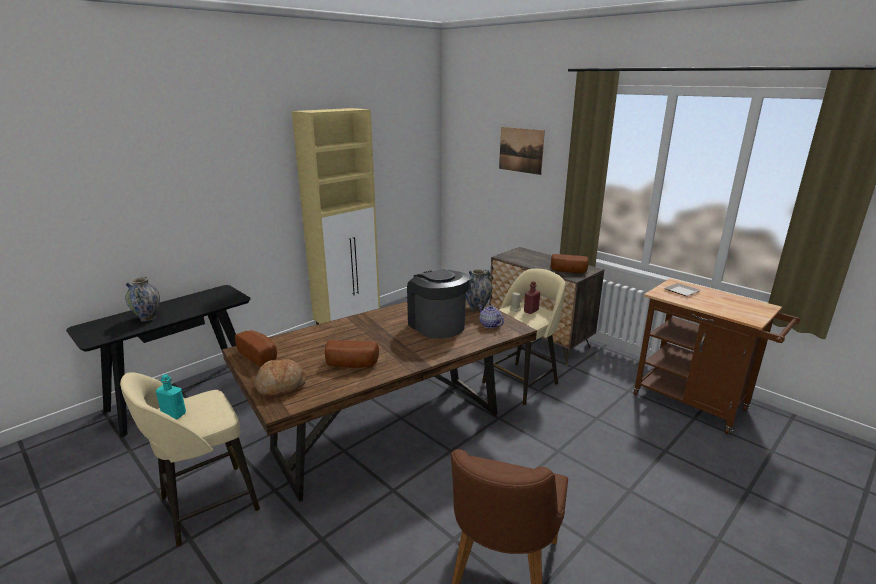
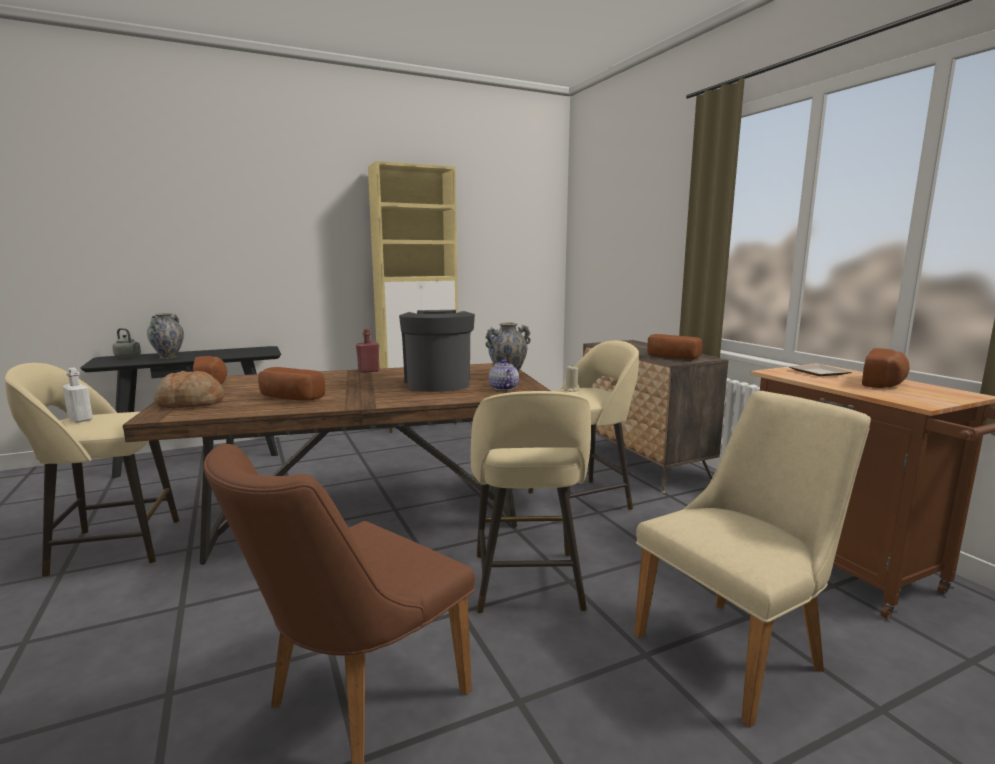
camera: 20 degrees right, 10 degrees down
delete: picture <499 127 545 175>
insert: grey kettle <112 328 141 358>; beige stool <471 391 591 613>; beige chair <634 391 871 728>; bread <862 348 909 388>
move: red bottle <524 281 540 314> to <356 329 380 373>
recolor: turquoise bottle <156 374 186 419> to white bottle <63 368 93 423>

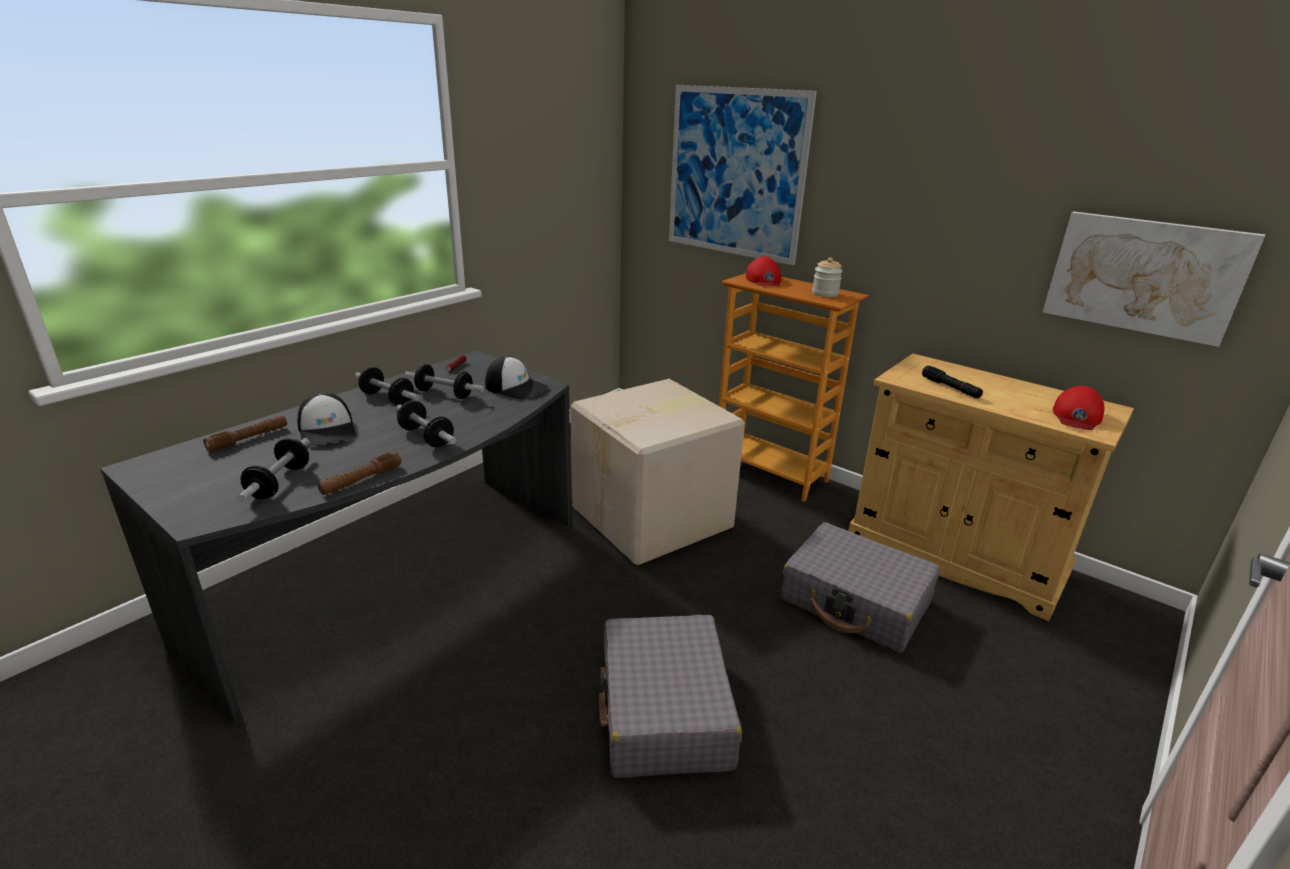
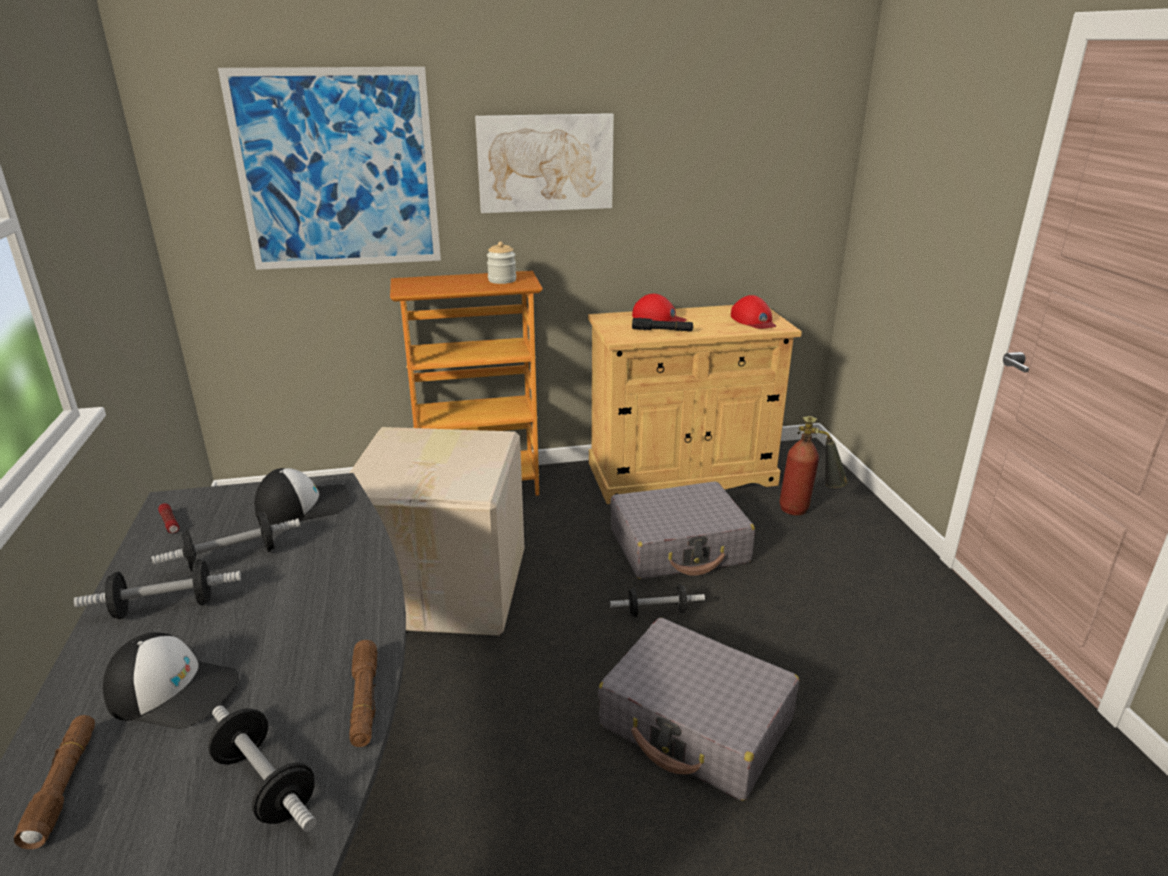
camera: 50 degrees left, 0 degrees up
insert: fire extinguisher <779 416 849 516>
move: dumbbell <396 401 456 447> to <610 584 705 618>; red cap <746 256 781 286> to <632 294 687 322>; picture <1043 211 1265 347> to <475 113 614 213>

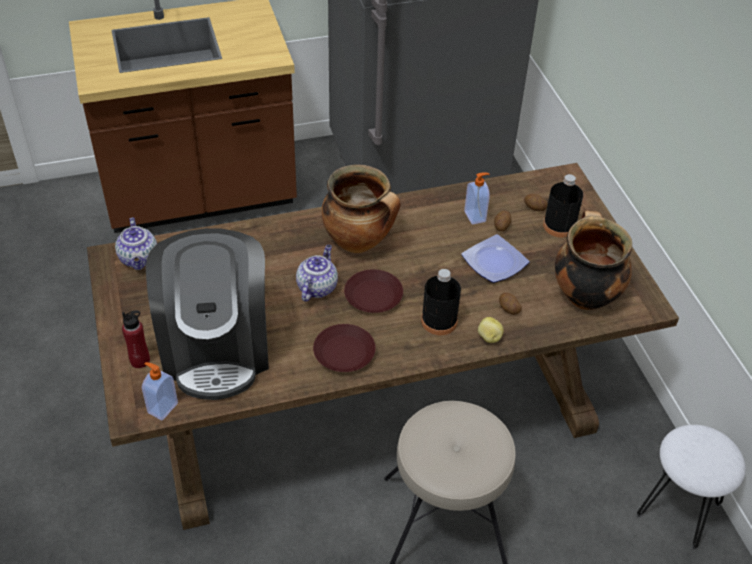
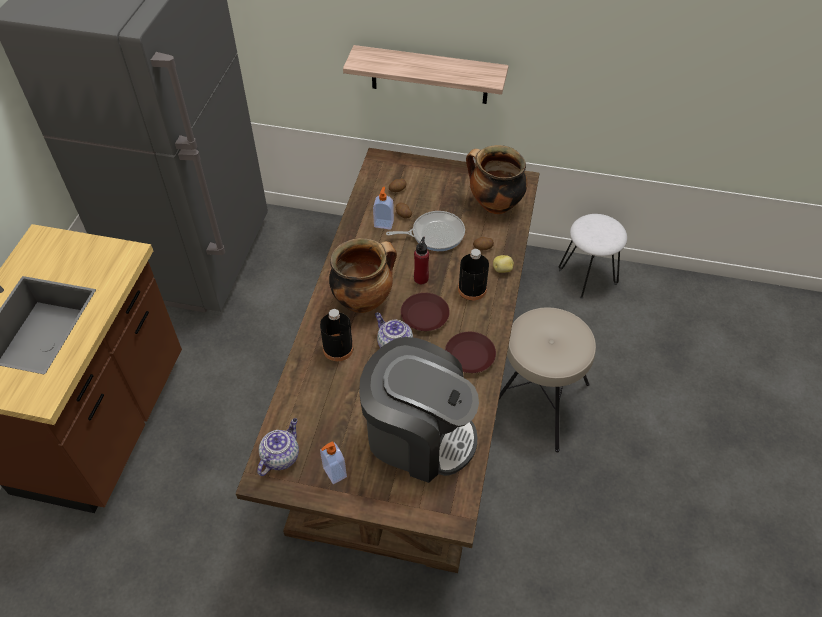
camera: 60 degrees left, 5 degrees up
insert: shelf <343 45 508 104>
move: red bottle <122 311 150 368> to <414 237 429 284>; soap dispenser <142 362 178 420> to <320 441 347 484>; black bottle <543 174 583 238> to <320 309 354 361>
replace: plate <461 234 529 283> to frying pan <386 211 465 251>
rotate: teapot <115 218 157 270> = <257 418 299 476> 75 degrees counterclockwise

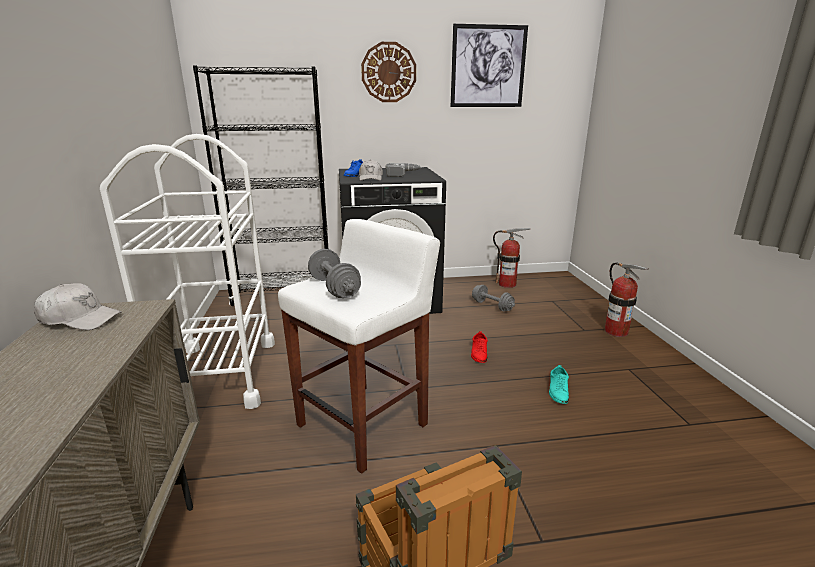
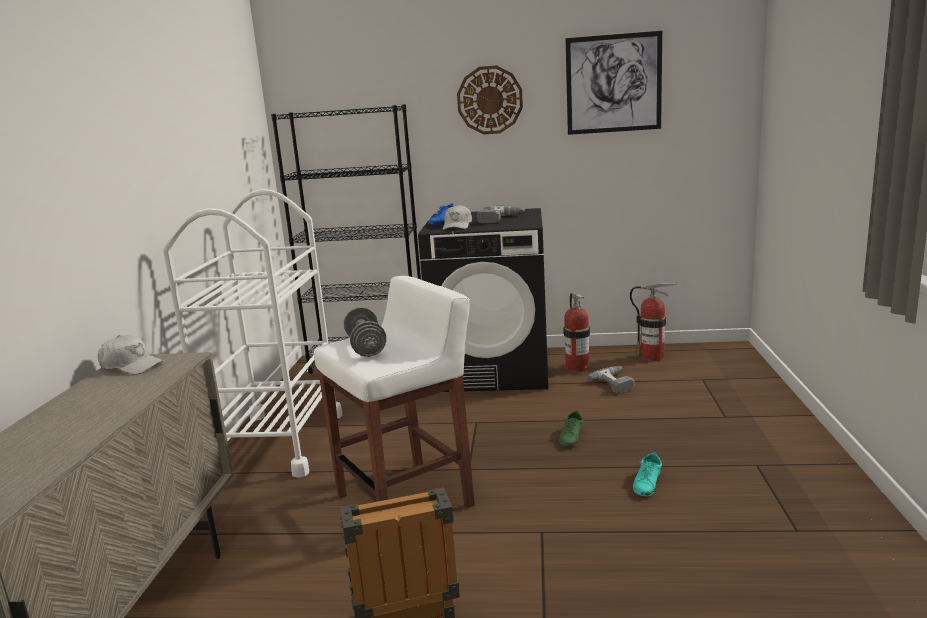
camera: 15 degrees right, 5 degrees down
move: fire extinguisher <605 262 649 337> to <563 293 590 372>
replace: grey dumbbell <472 285 515 311> to power drill <588 366 634 394>
recolor: red shoe <471 331 488 363> to green shoe <559 410 583 447>

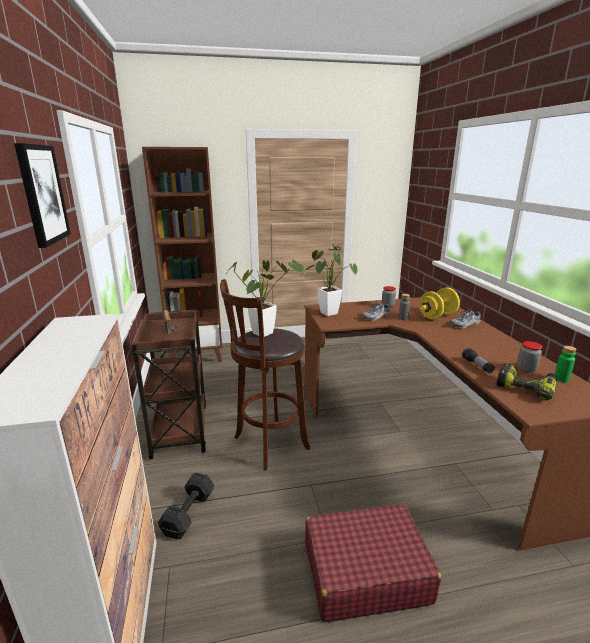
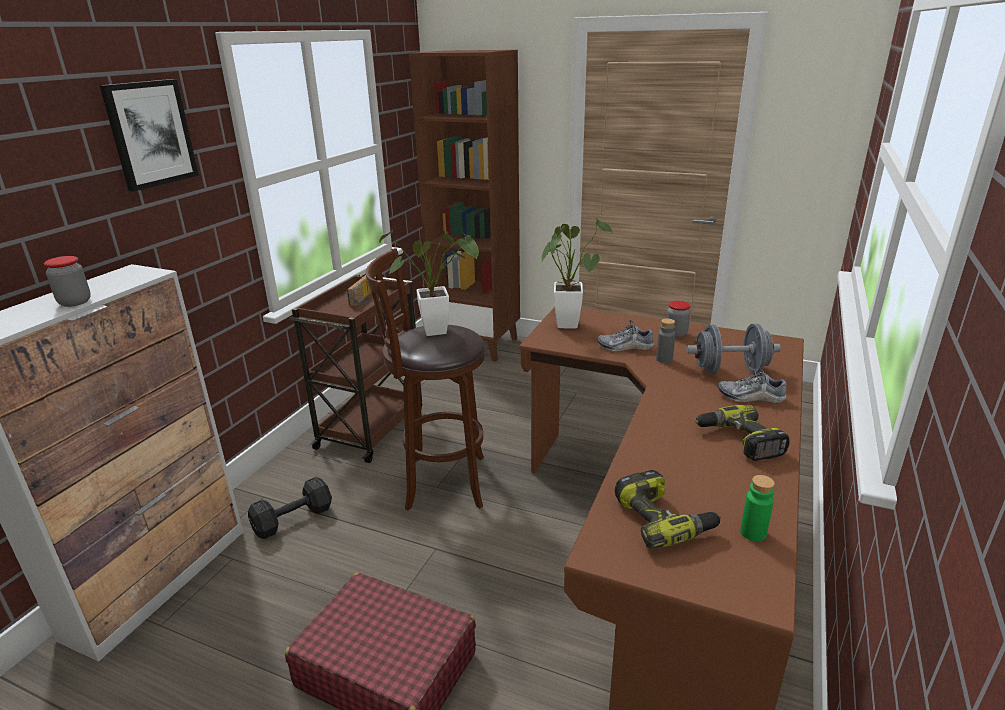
camera: 35 degrees right, 5 degrees up
delete: flashlight <462 348 495 373>
insert: power drill <695 405 790 461>
move: jar <517 341 542 373> to <44 256 91 307>
recolor: yellow dumbbell <419 287 460 320> to grey dumbbell <686 324 781 374>

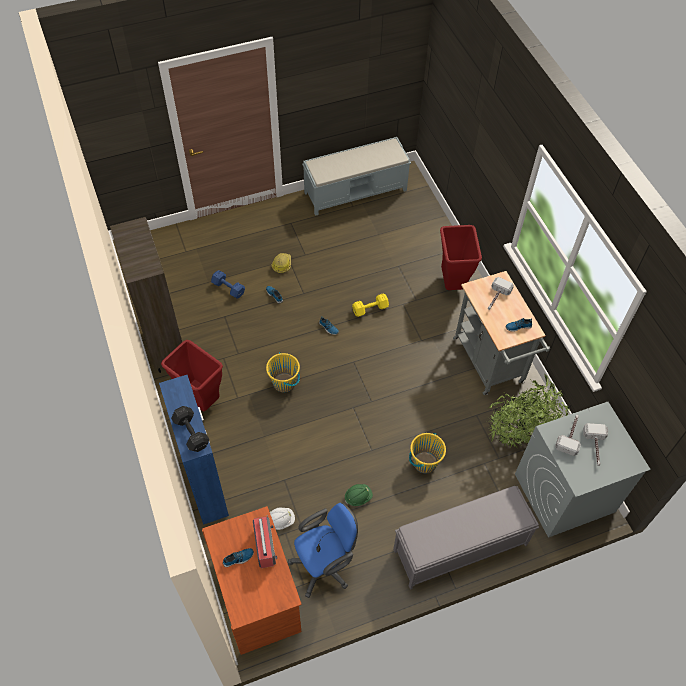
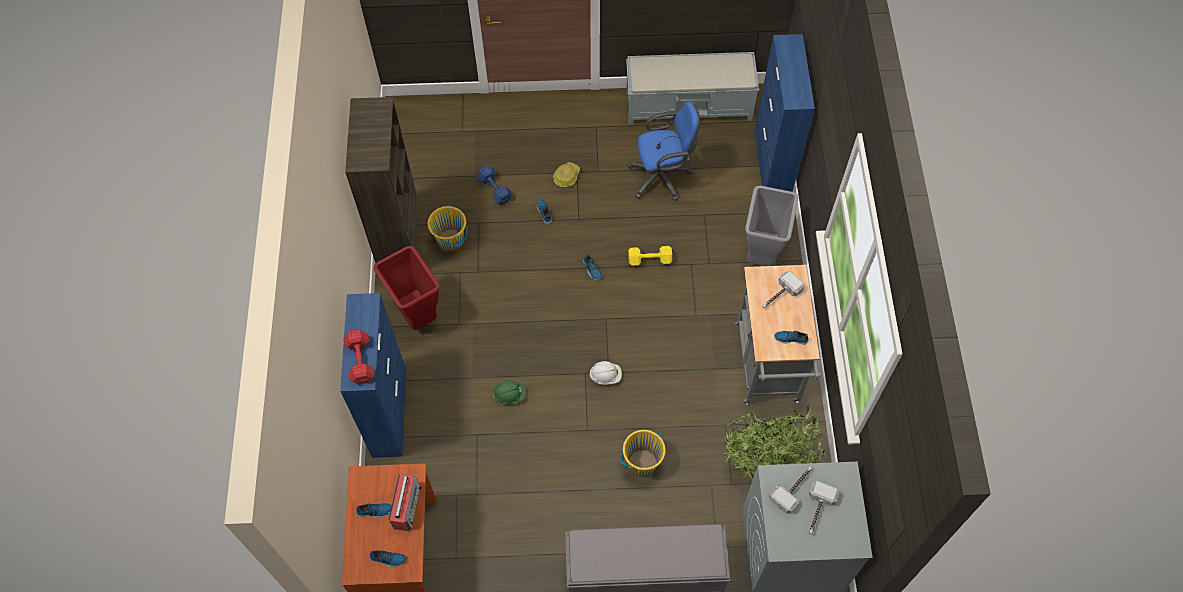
camera: 20 degrees right, 5 degrees up
insert: shoe <370 550 406 567>; blue cabinet <755 34 815 192>
move: yellow bucket <266 352 300 393> to <428 205 468 252>; white hard hat <270 508 295 530> to <589 361 622 385>; blue office chair <288 503 358 598> to <628 102 700 201>; green hard hat <345 484 373 506> to <493 381 526 405>
recolor: black dumbbell <171 406 209 452> to red dumbbell <343 329 375 385>; red trash can <440 225 482 290> to grey trash can <745 186 798 266>

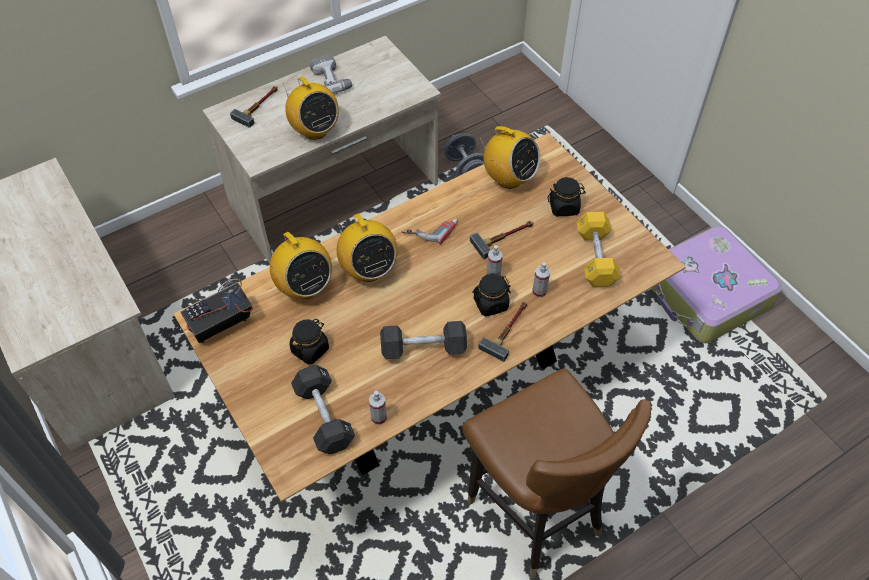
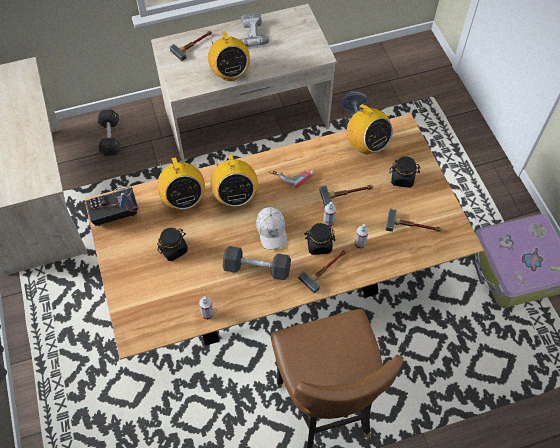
camera: 15 degrees right, 5 degrees up
insert: white cap <256 207 287 250>
move: black dumbbell <291 365 355 454> to <98 109 120 156>
replace: yellow dumbbell <576 212 621 287> to hammer <385 209 442 232>

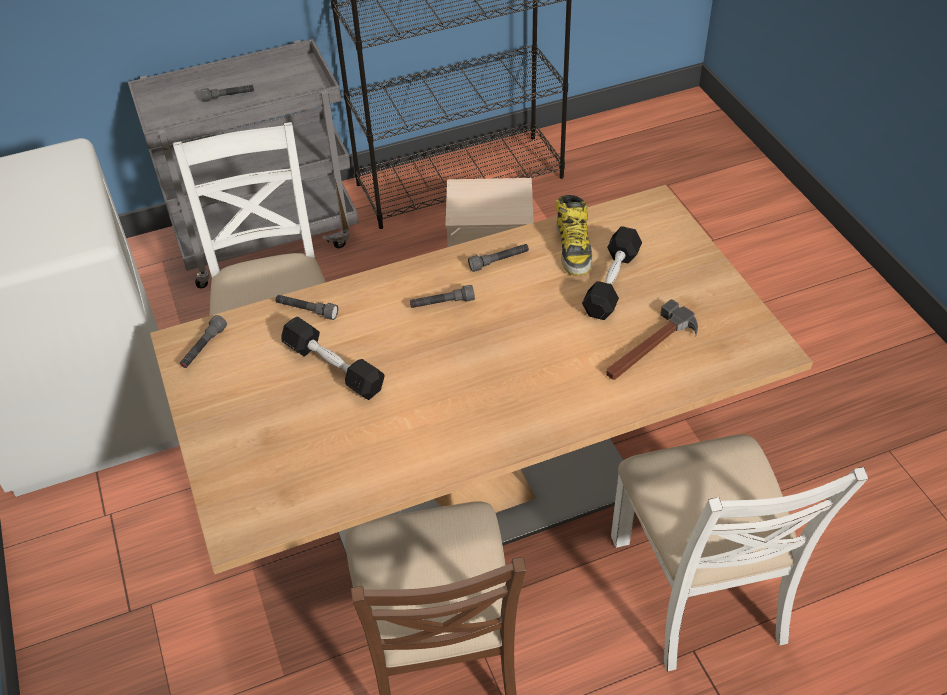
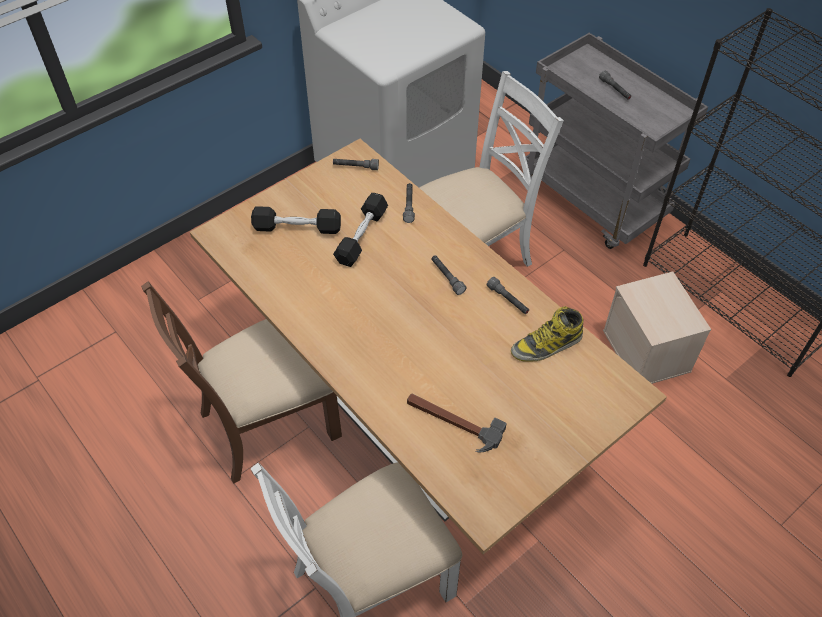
camera: 70 degrees right, 5 degrees up
move: black dumbbell <582 226 642 320> to <251 206 341 234>

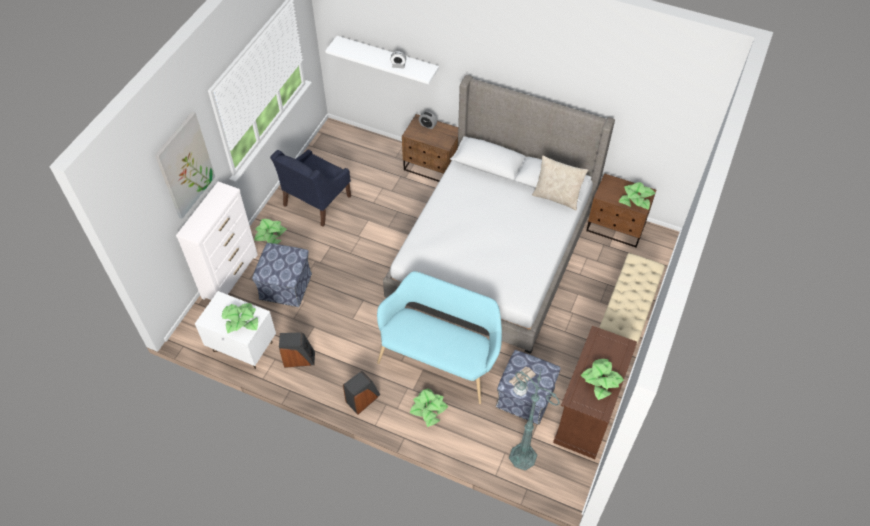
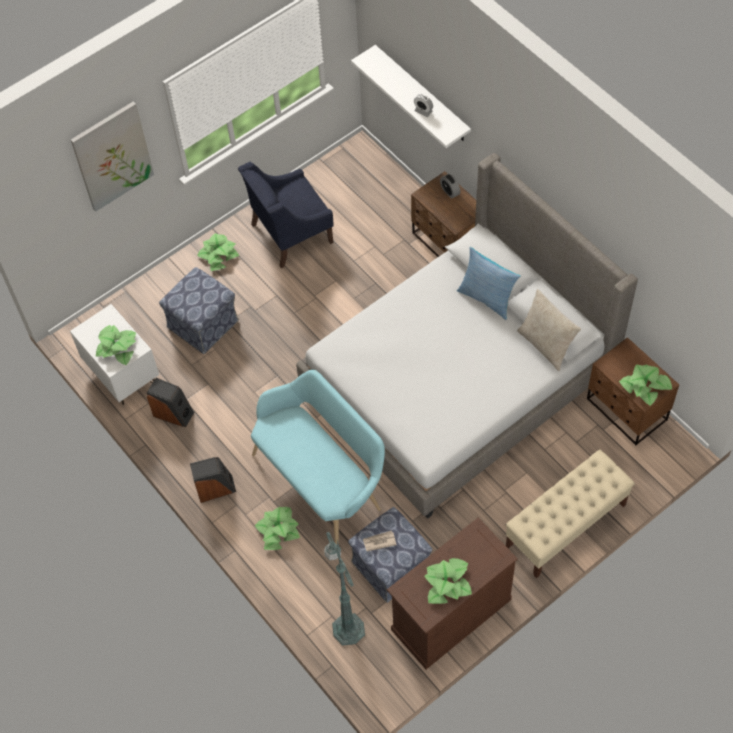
camera: 30 degrees right, 5 degrees up
delete: white dresser <176 181 258 300>
insert: pillow <457 247 520 320>

